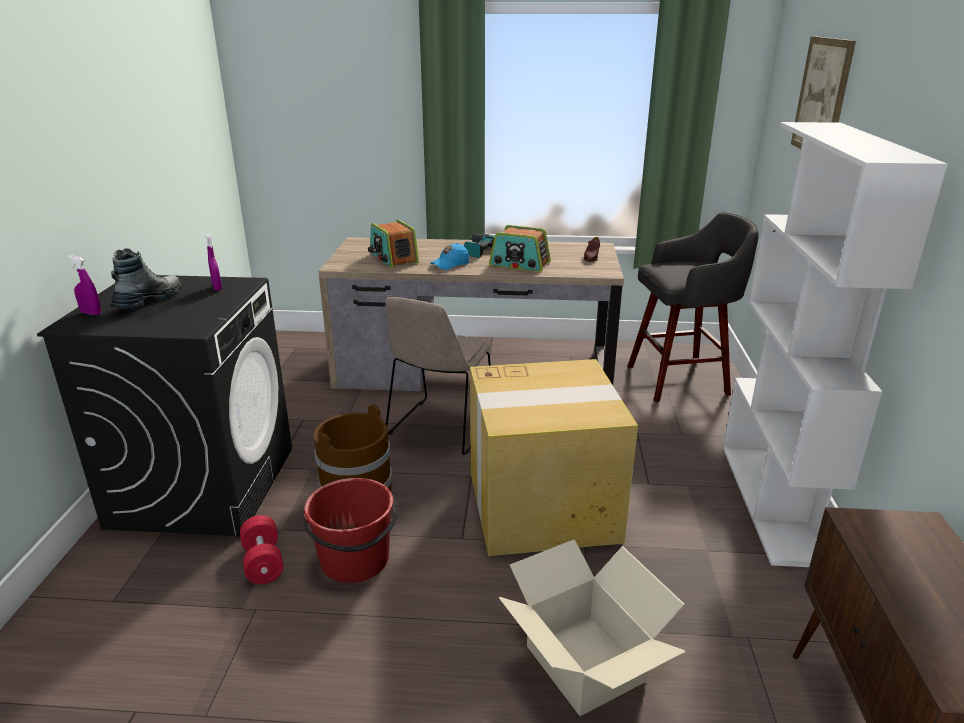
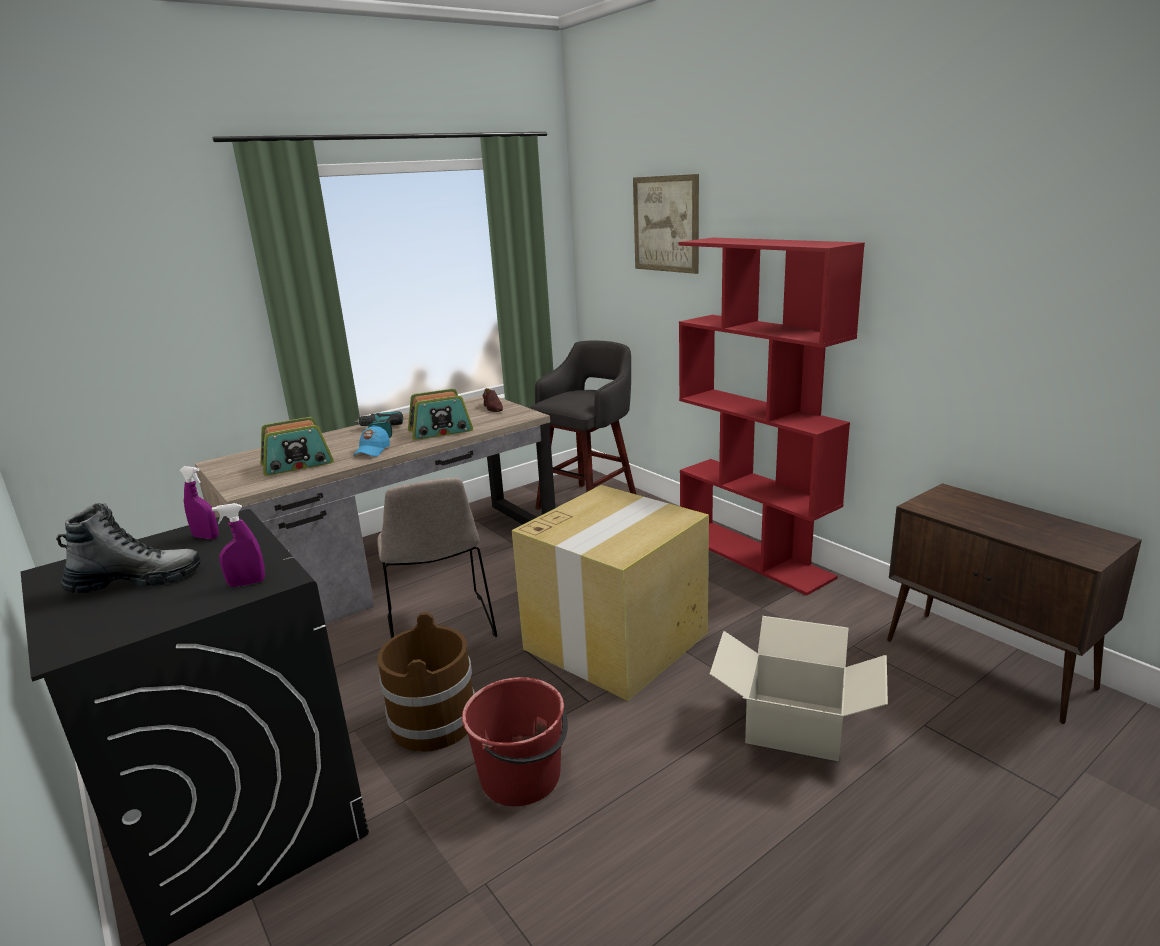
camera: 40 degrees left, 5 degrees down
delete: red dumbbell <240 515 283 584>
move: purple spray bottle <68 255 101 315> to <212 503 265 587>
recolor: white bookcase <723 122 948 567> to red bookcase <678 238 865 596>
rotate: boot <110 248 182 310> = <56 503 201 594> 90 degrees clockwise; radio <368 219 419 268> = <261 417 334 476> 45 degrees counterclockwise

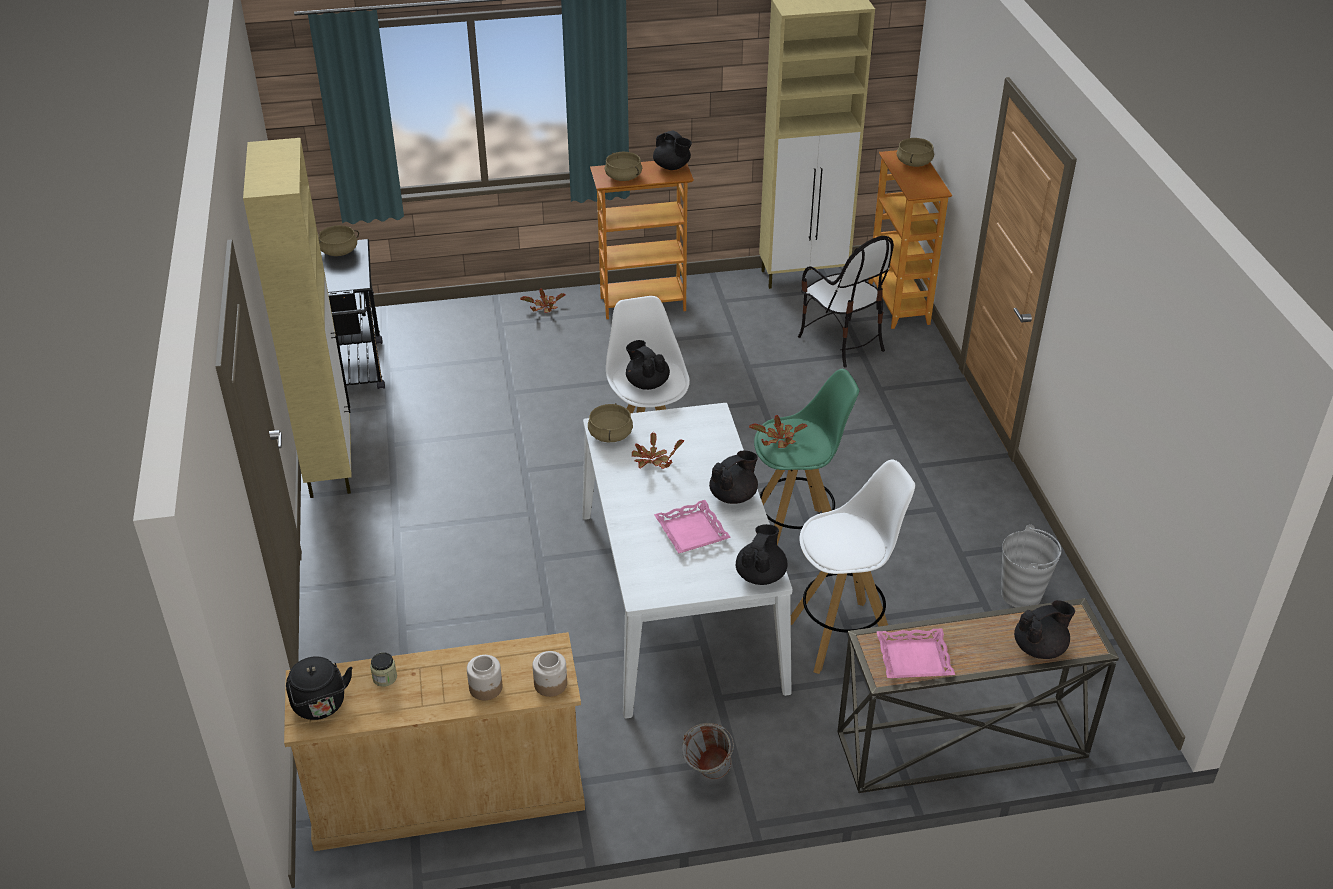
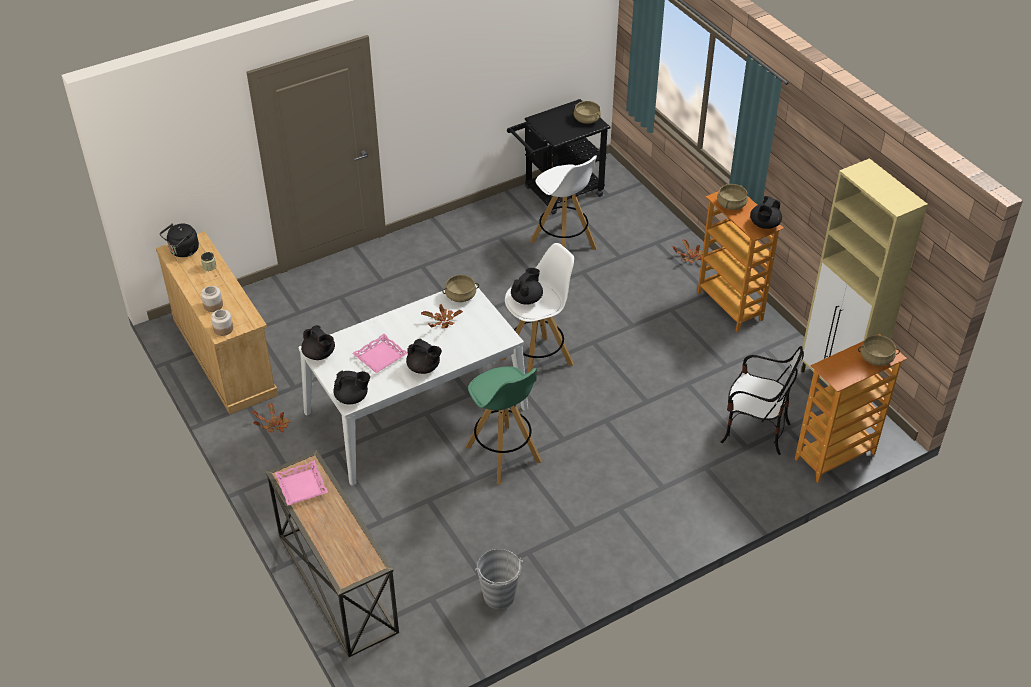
camera: 70 degrees right, 5 degrees up
delete: beige cabinet <243 138 351 498>; grey bucket <682 723 734 779>
move: potted plant <749 415 807 448> to <252 403 290 433>; white stool <791 459 915 674> to <530 155 597 250>; black teapot <1014 600 1075 659> to <301 325 335 360>
rotate: chair <798 236 894 368> = <721 346 804 455> 105 degrees counterclockwise

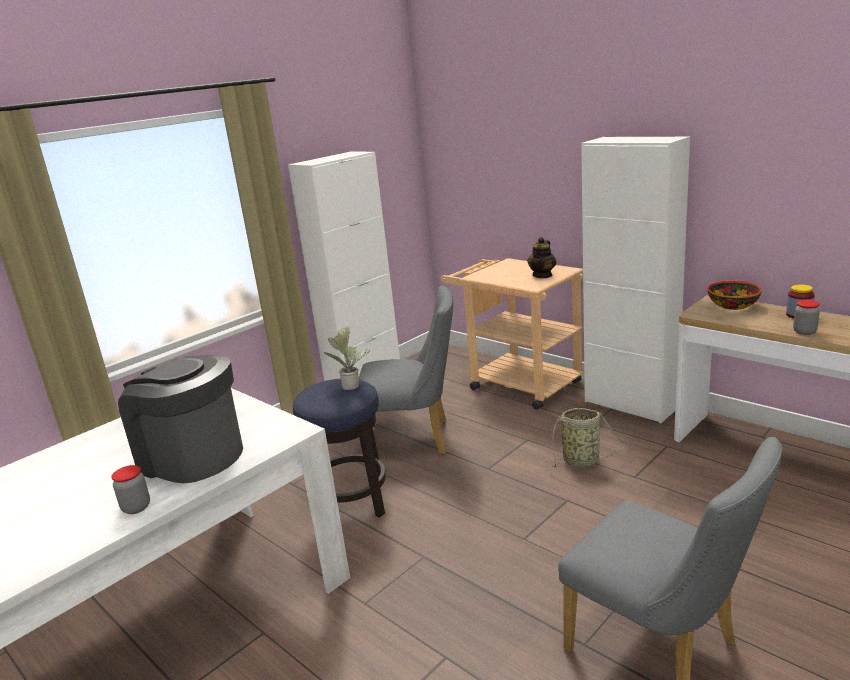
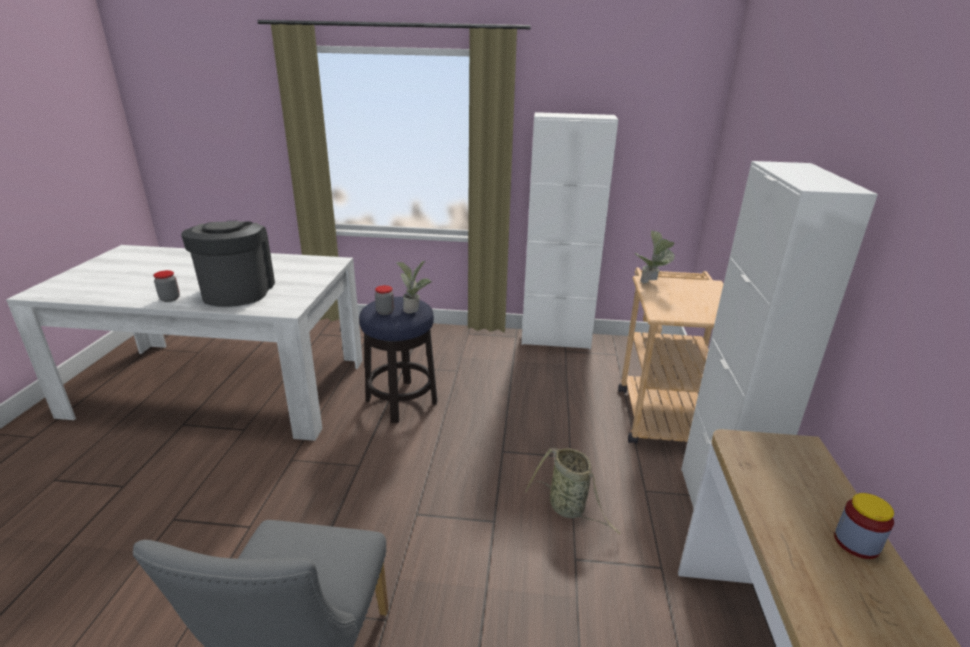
camera: 50 degrees right, 5 degrees up
delete: grey chair <359 286 453 454>; teapot <527 237 557 278>; bowl <707 281 762 310>
insert: potted plant <634 230 675 284>
move: jar <793 300 820 335> to <375 285 394 315>

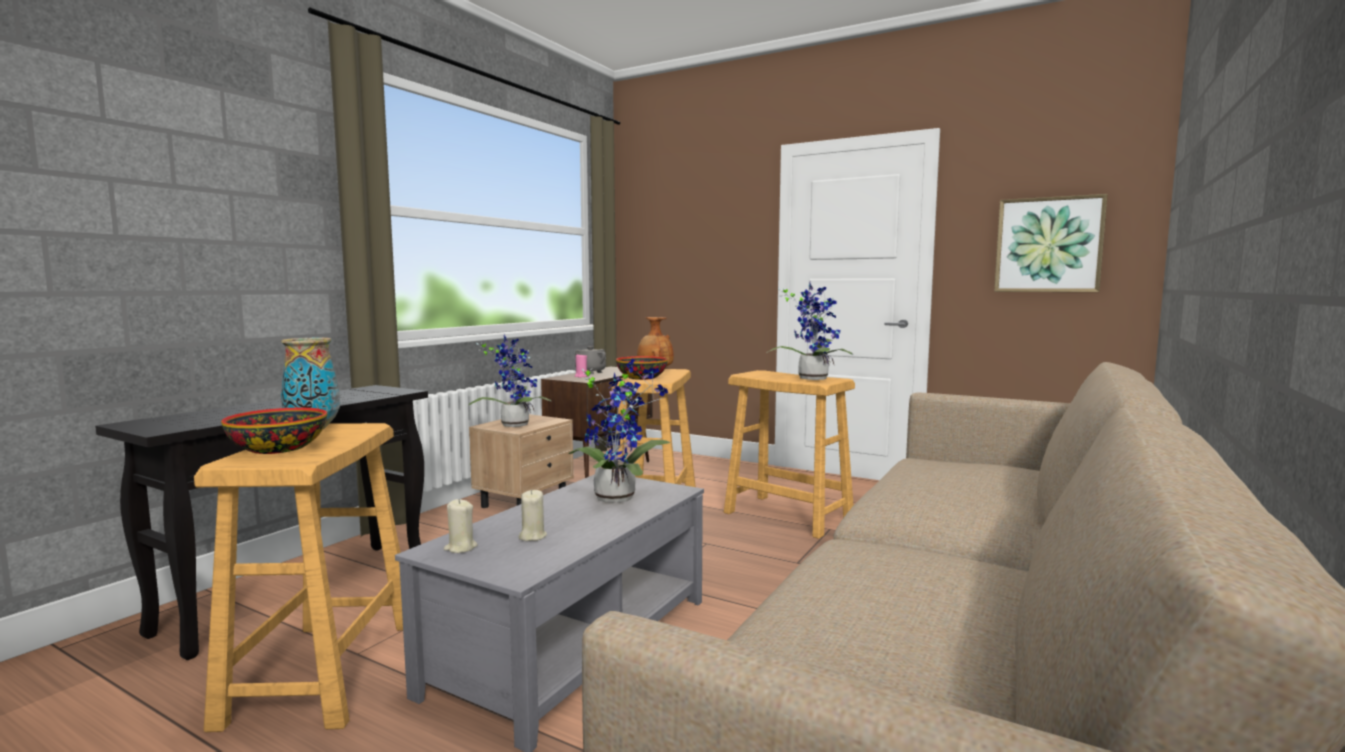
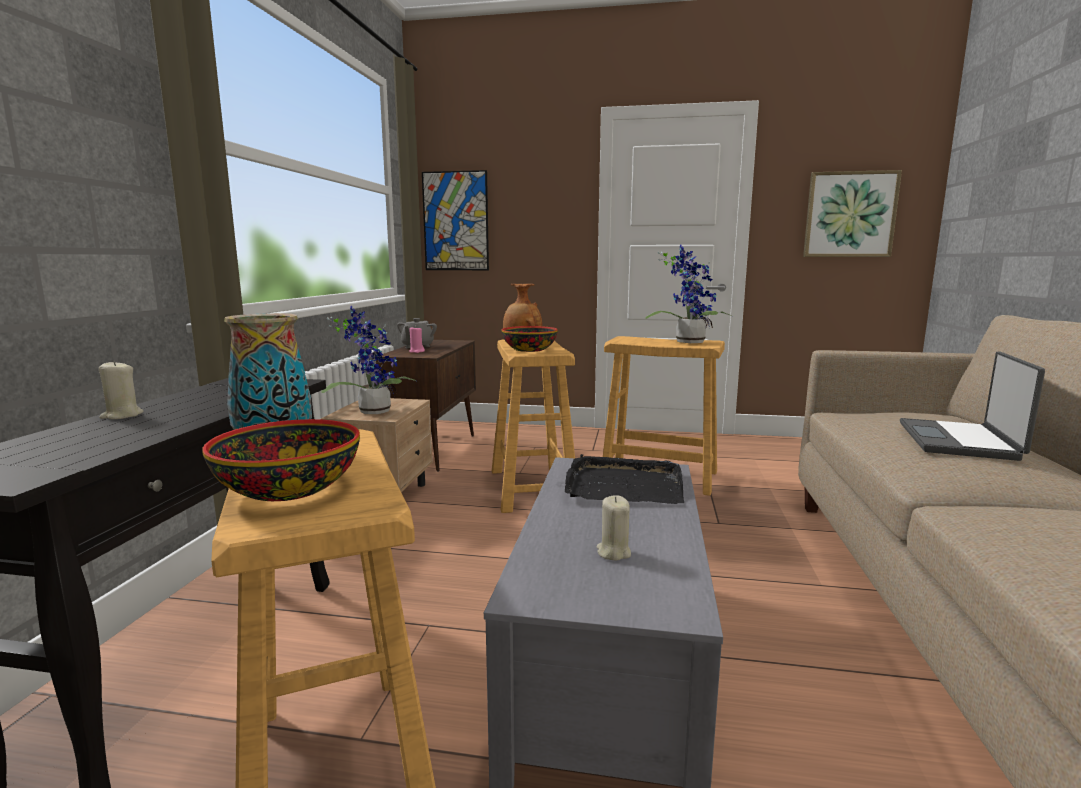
camera: 20 degrees left, 5 degrees up
insert: picture <422 170 489 270>; laptop <900 351 1045 461>
move: beige candle <443 499 478 553> to <99 360 143 419>
replace: potted plant <568 359 670 503> to black tray <565 454 684 504>

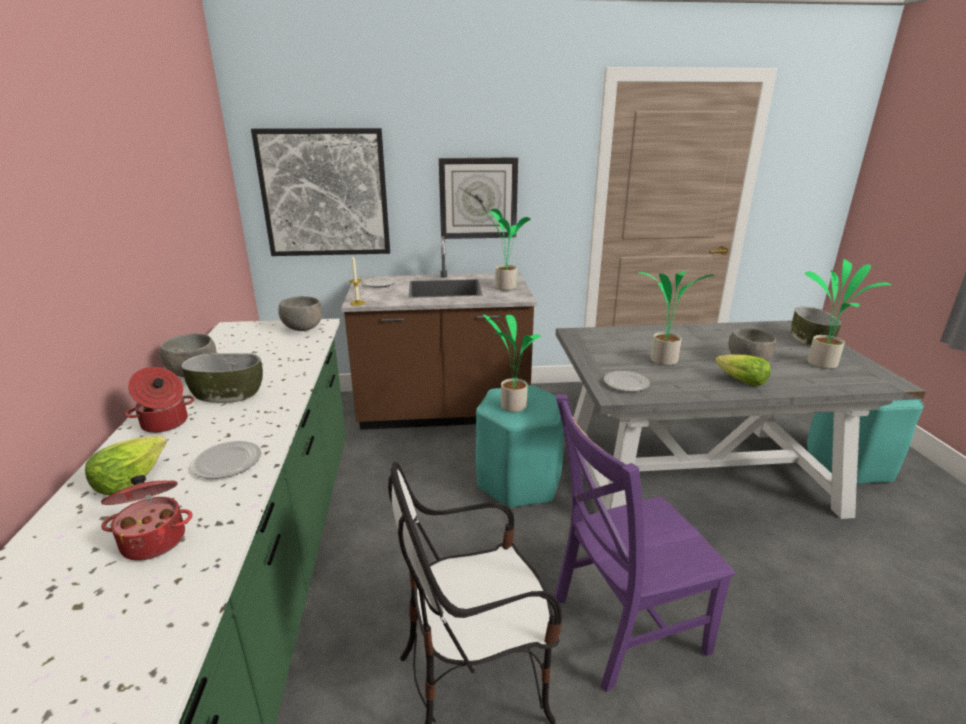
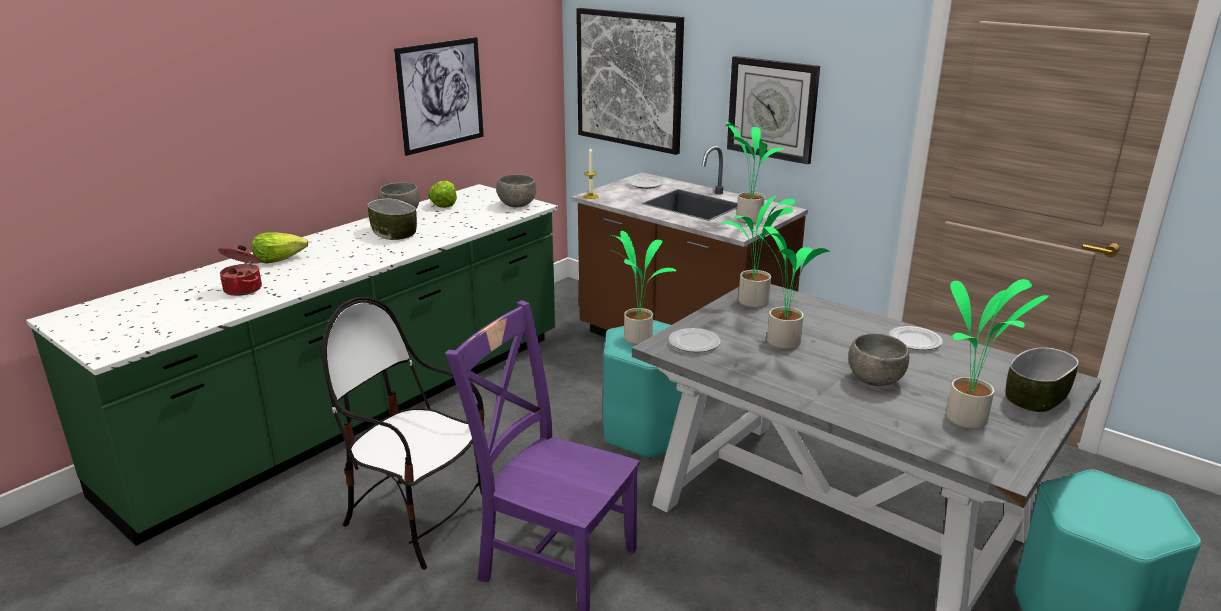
camera: 45 degrees right, 0 degrees up
delete: cooking pot <125 367 194 433>
insert: picture <394 37 484 156>; potted plant <721 196 795 308>
move: plate <191 441 261 479> to <889 326 943 350>; lettuce <715 354 771 386> to <428 181 457 208>

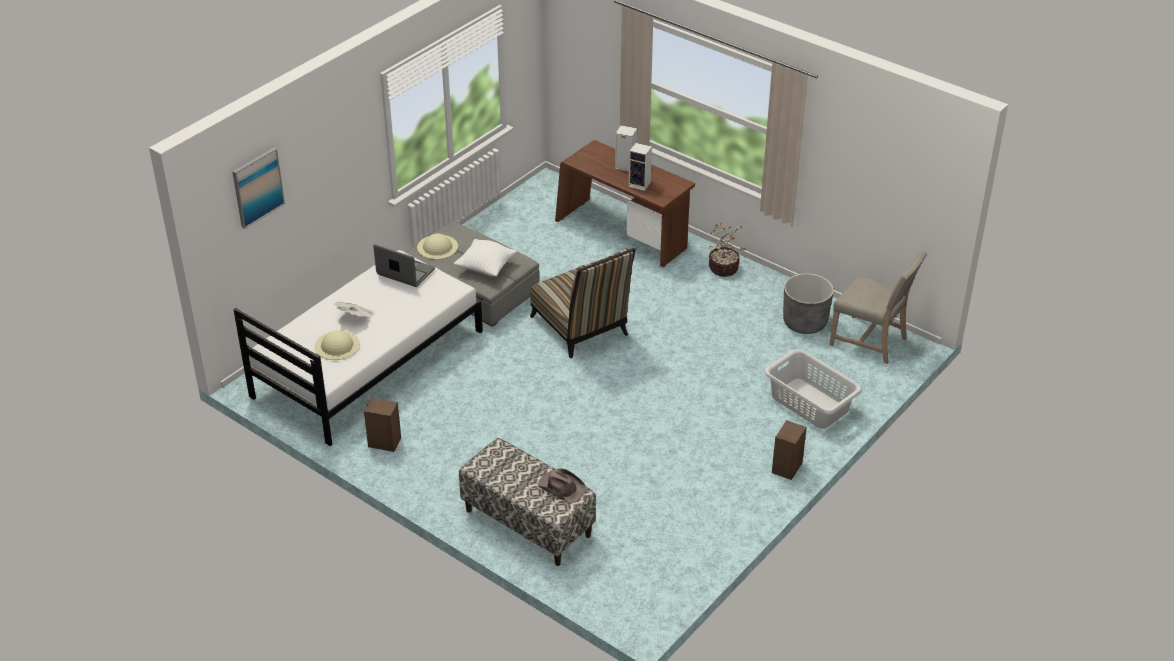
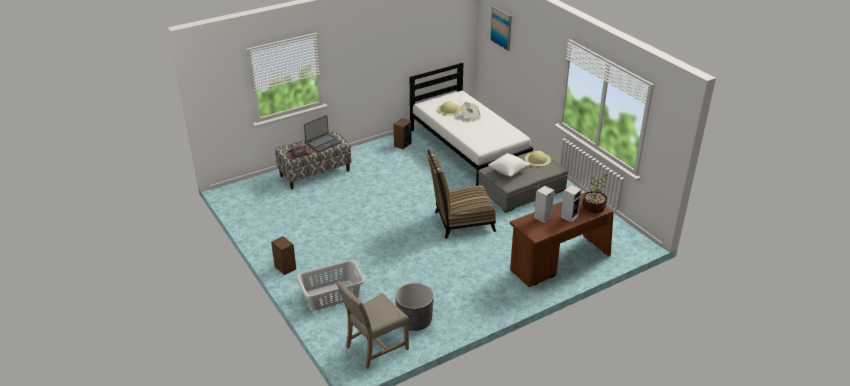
camera: 110 degrees right, 5 degrees down
move: laptop <373 244 435 287> to <304 115 341 153>; potted plant <709 222 746 277> to <582 174 608 213>

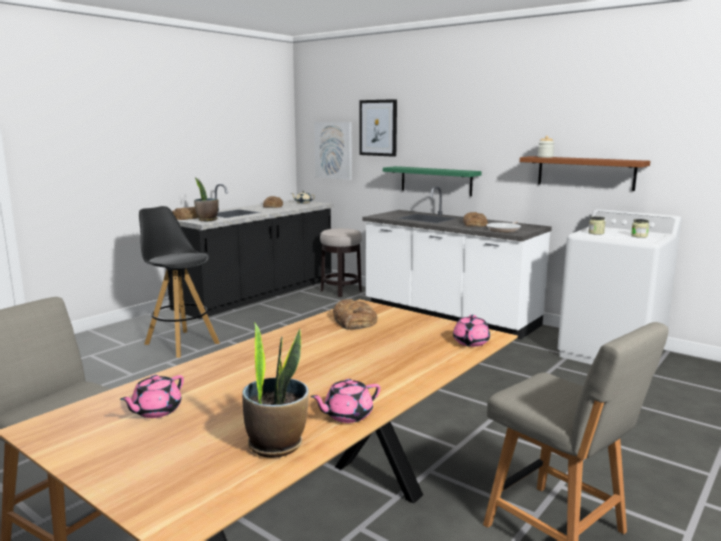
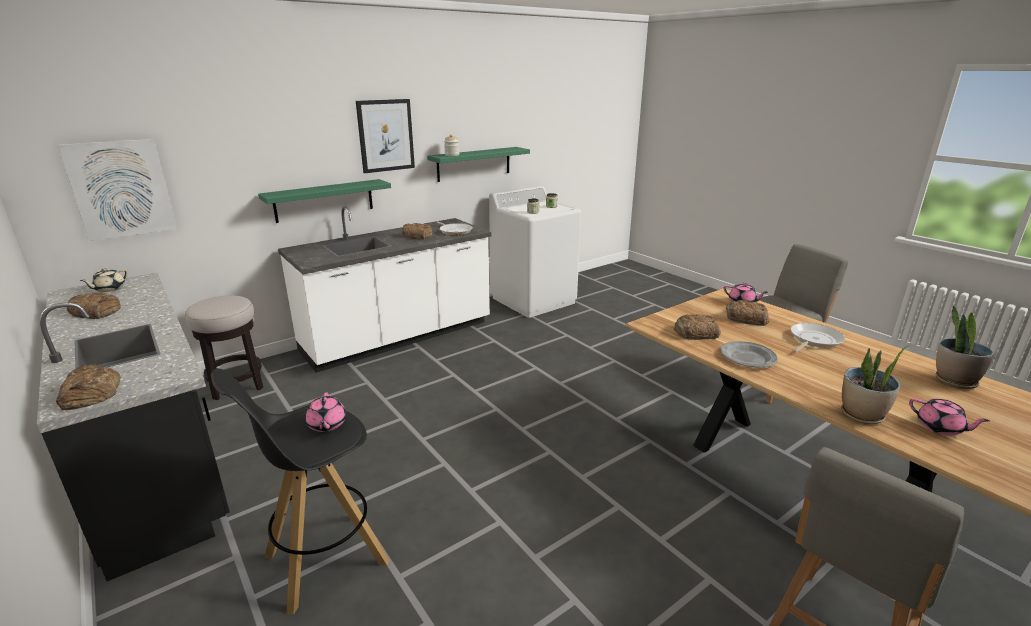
camera: 75 degrees left, 10 degrees up
insert: grey plate <720 341 778 368>; bread <726 300 770 326>; frying pan <790 323 845 353>
move: potted plant <194 177 218 221> to <841 346 909 424>; pink teapot <310 379 381 423> to <305 392 346 432>; picture <359 99 397 157> to <356 99 415 173>
recolor: brown shelf <520 156 650 191> to green shelf <427 147 530 182>

